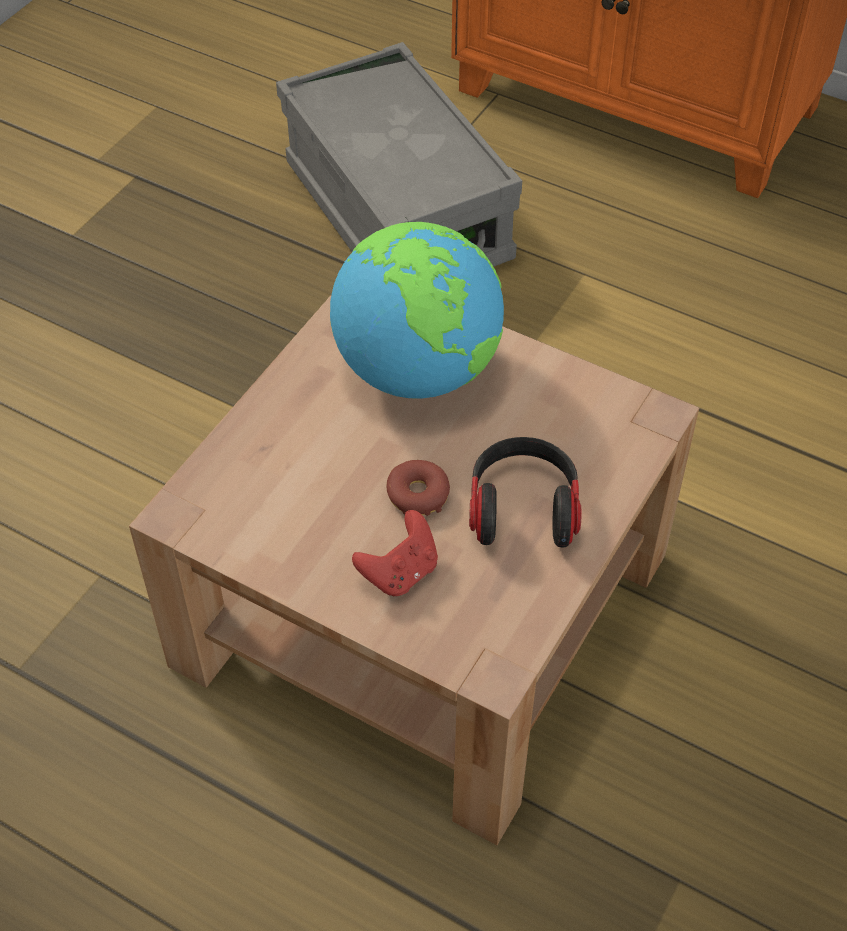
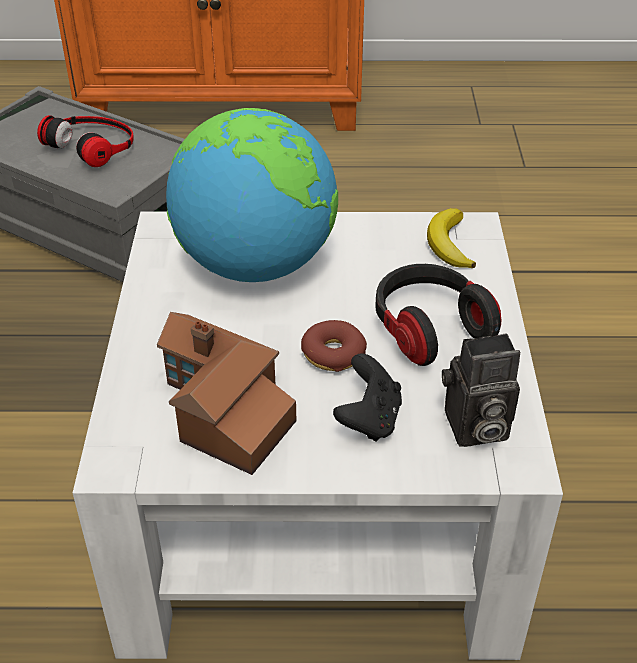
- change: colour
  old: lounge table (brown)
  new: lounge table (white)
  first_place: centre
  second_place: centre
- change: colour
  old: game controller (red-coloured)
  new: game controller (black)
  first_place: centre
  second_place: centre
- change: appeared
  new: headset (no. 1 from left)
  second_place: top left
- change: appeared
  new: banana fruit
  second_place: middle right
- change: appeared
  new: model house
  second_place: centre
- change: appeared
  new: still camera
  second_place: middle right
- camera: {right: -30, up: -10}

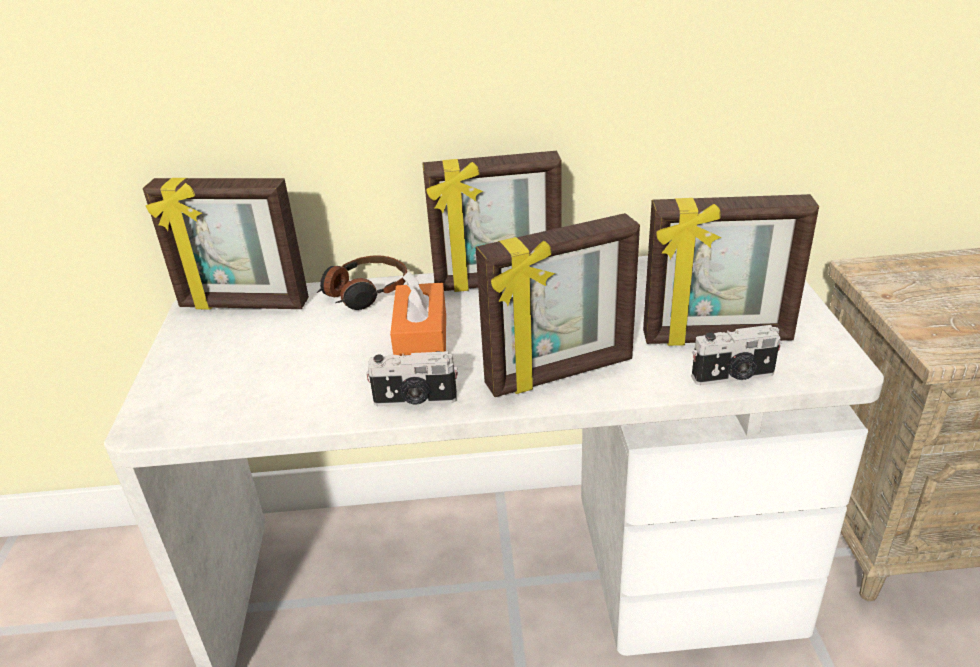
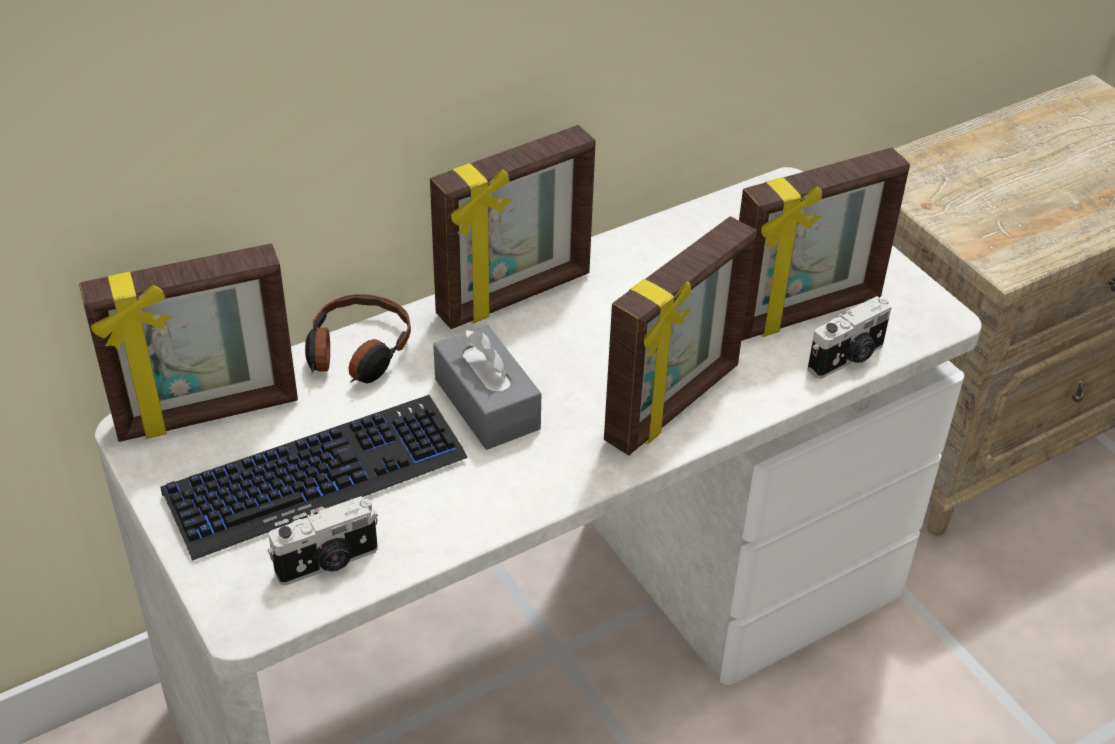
- change: colour
  old: tissue holder (orangey)
  new: tissue holder (grey)
  first_place: centre
  second_place: centre
- change: relocated
  old: still camera (no. 1 from left)
  first_place: centre
  second_place: bottom left
- change: appeared
  new: keyboard
  second_place: middle left
- camera: {right: -30, up: 10}

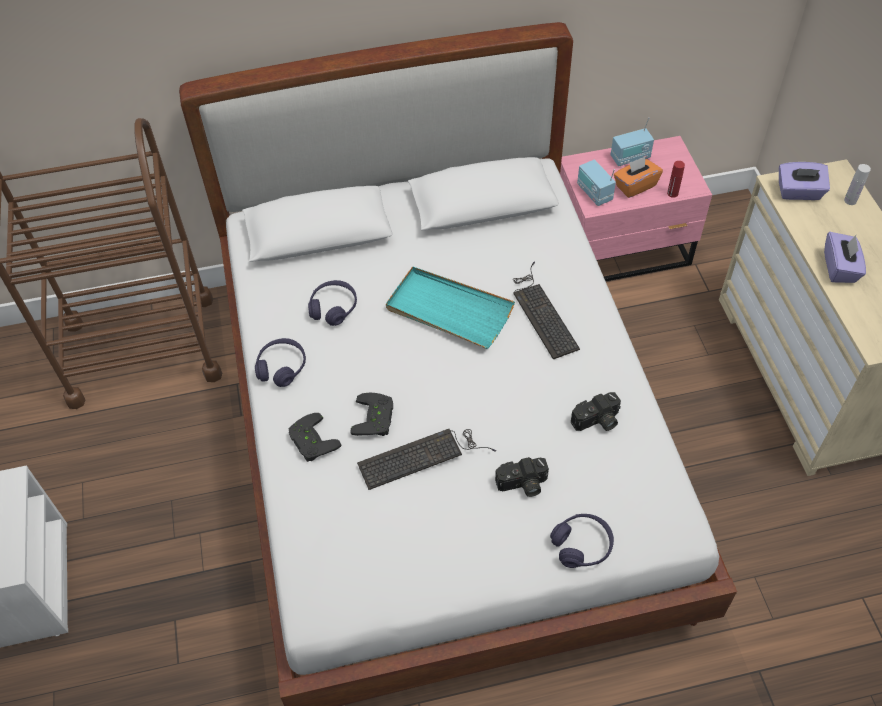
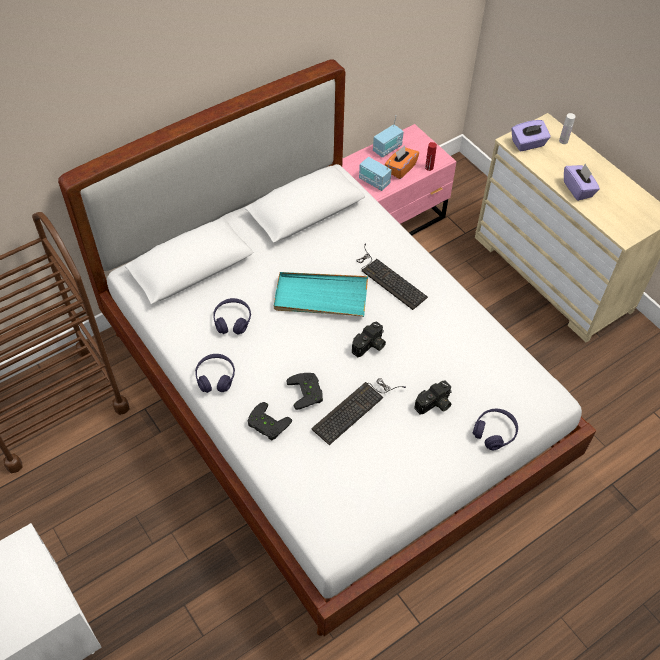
- change: relocated
  old: still camera (no. 2 from left in the first image)
  new: still camera (no. 1 from left)
  first_place: middle right
  second_place: centre
- camera: {right: -25, up: 0}

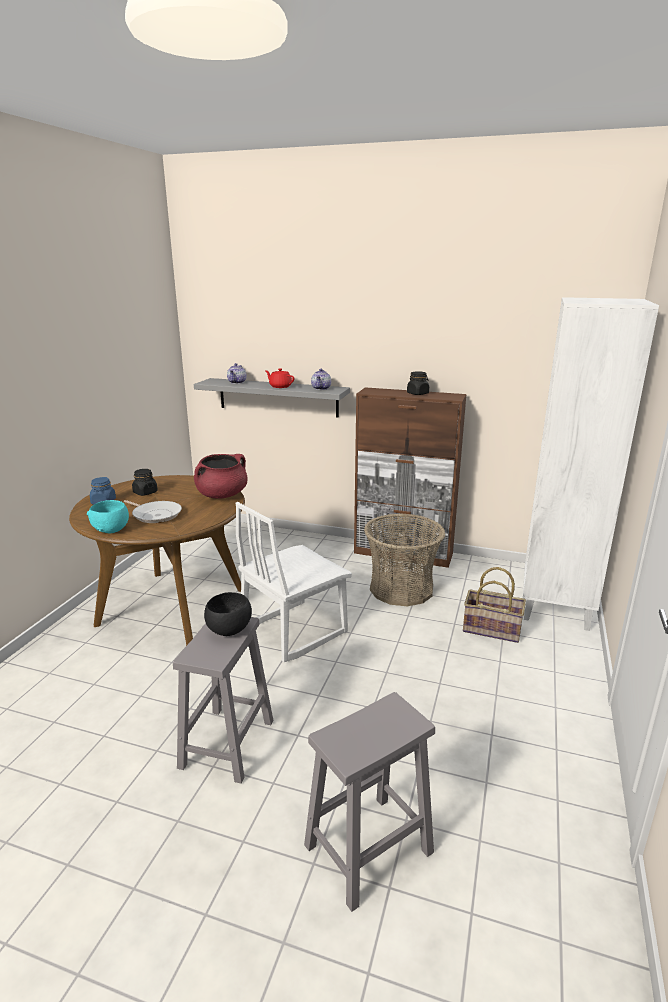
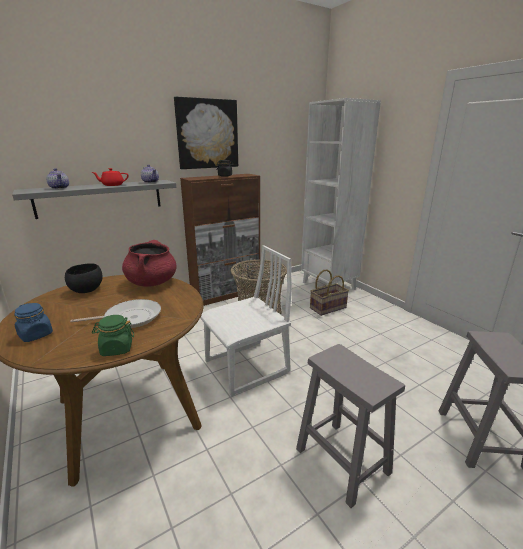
- change: missing
  old: preserve jar (black) (no. 1 from left)
  first_place: middle left
- change: exchanged
  old: serving bowl (turquoise-coloured)
  new: preserve jar (green-coloured)
  first_place: middle left
  second_place: middle left
- change: spun
  old: upright chair (white)
  first_place: centre
  second_place: centre
  degrees: -120
- change: relocated
  old: serving bowl (black)
  first_place: centre
  second_place: middle left
- change: appeared
  new: wall art
  second_place: top centre
- camera: {right: -50, up: 0}

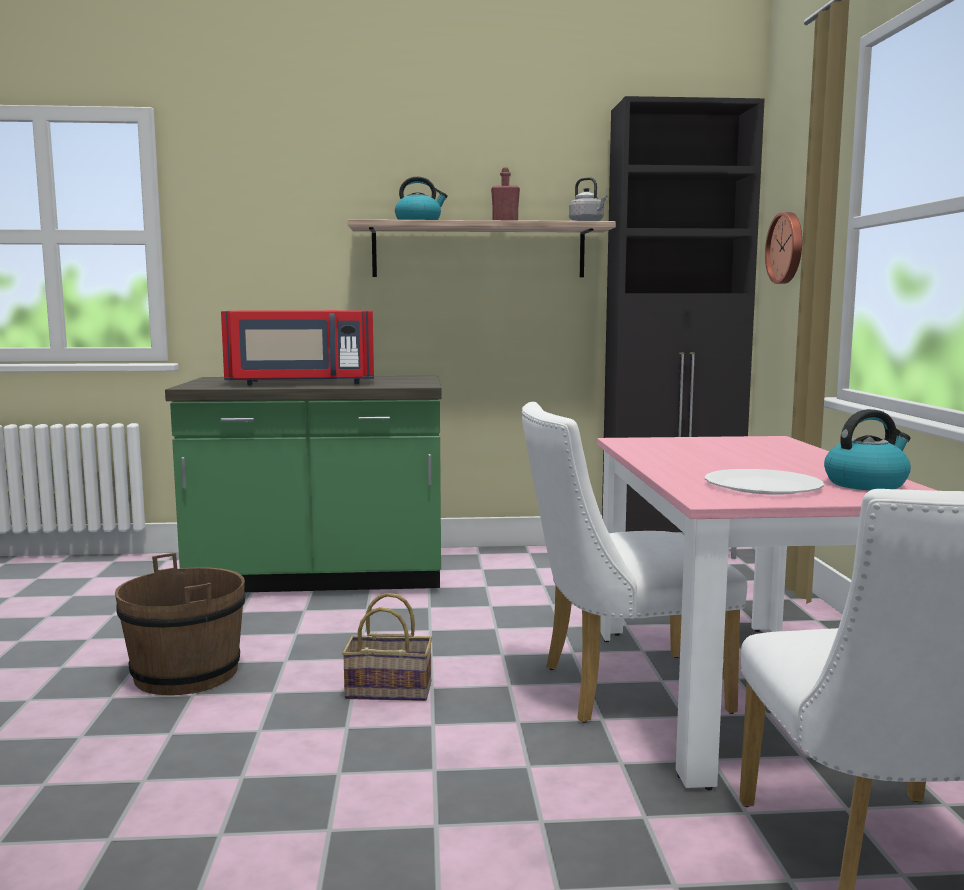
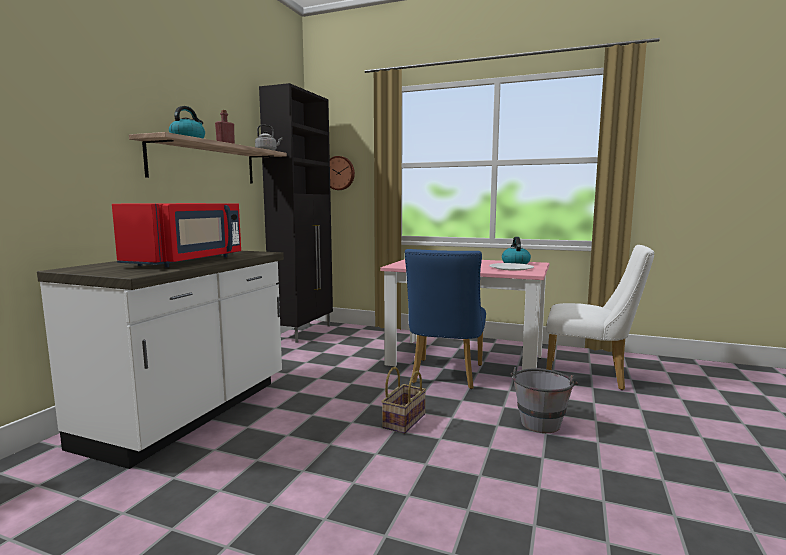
- change: colour
  old: kitchen counter (green-coloured)
  new: kitchen counter (white)
  first_place: middle left
  second_place: middle left
- change: colour
  old: upright chair (white) (no. 1 from left)
  new: upright chair (blue-coloured)
  first_place: centre
  second_place: centre
- change: missing
  old: pail (brown)
  first_place: bottom left
- change: appeared
  new: pail (grey)
  second_place: bottom right
- camera: {right: -65, up: 0}

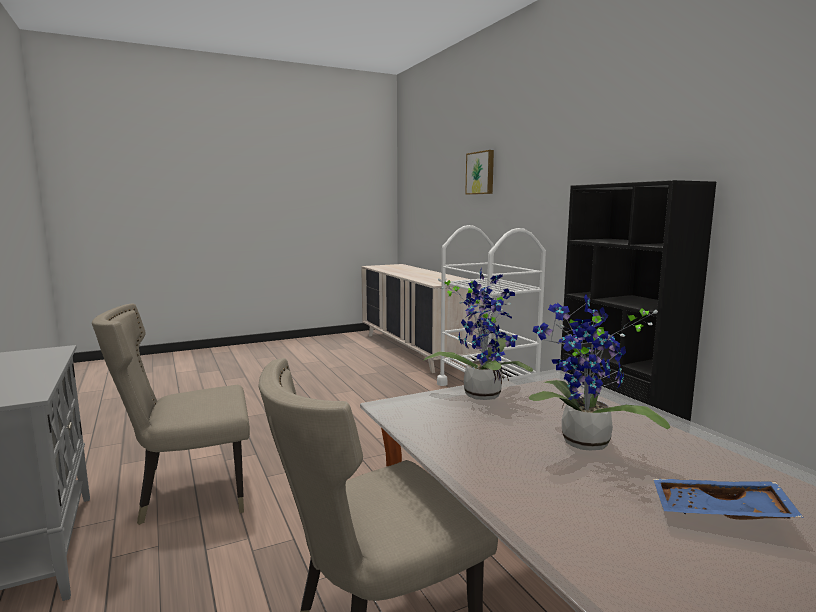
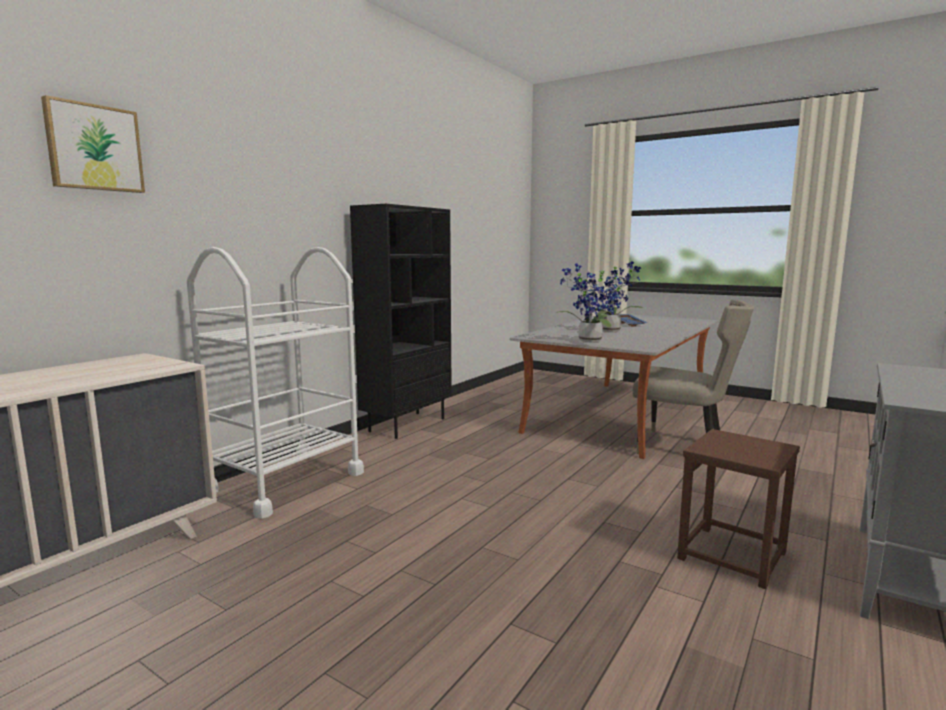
- change: exchanged
  old: upright chair (beige-coloured) (no. 1 from left)
  new: stool (brown)
  first_place: bottom left
  second_place: bottom right
- camera: {right: -120, up: 0}

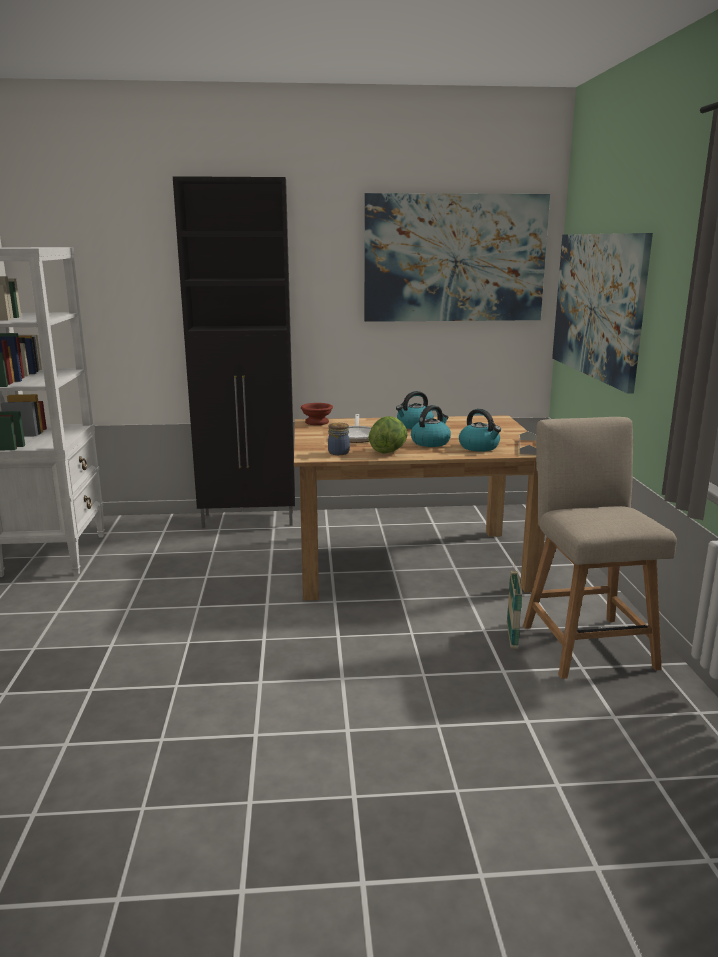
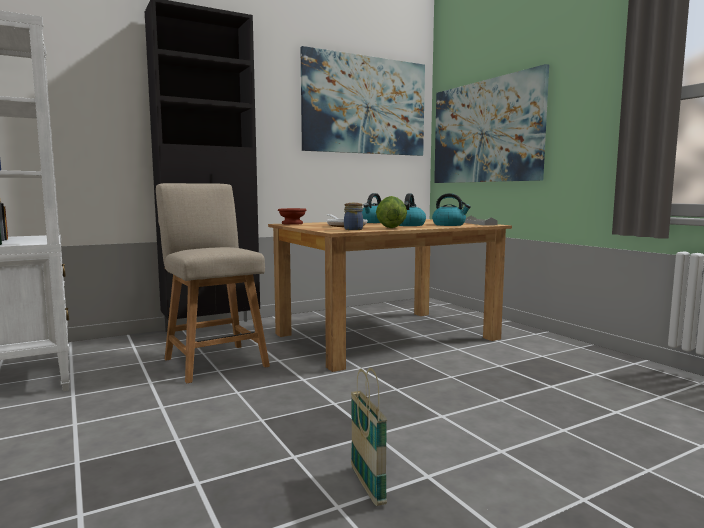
- change: relocated
  old: upright chair (beige-coloured)
  first_place: middle right
  second_place: middle left
- change: relocated
  old: basket
  first_place: middle right
  second_place: bottom centre
- camera: {right: -25, up: -10}

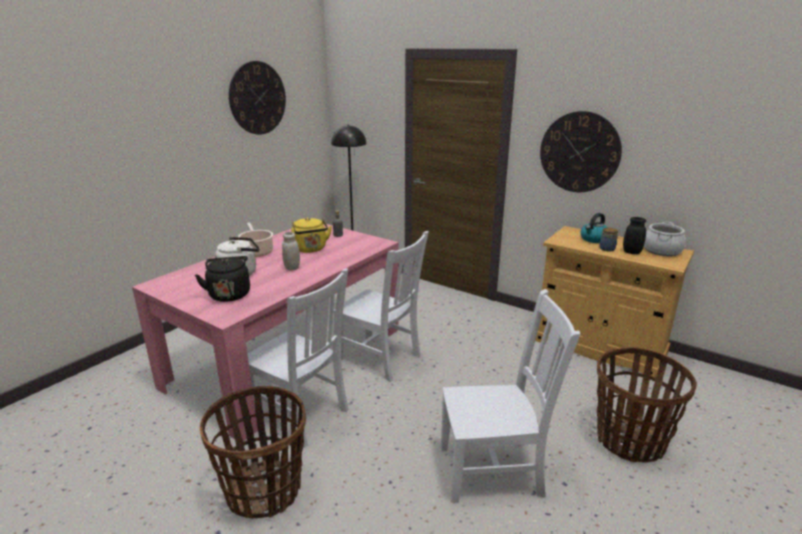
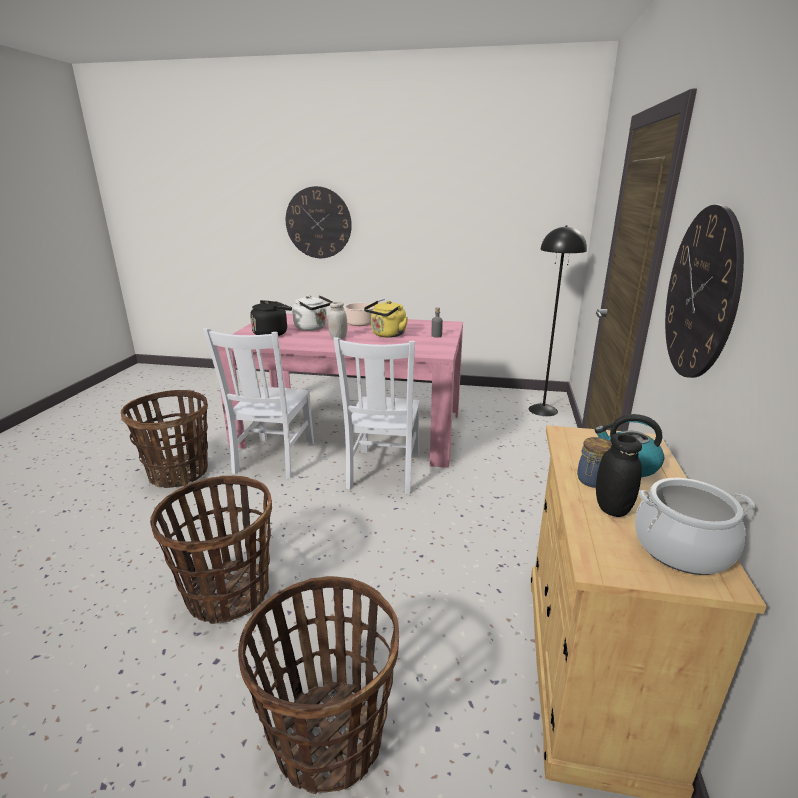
- change: relocated
  old: hanging clock (no. 1 from left)
  first_place: top left
  second_place: top centre
- change: exchanged
  old: upright chair (white) (no. 3 from left)
  new: basket (no. 2 from left)
  first_place: bottom centre
  second_place: bottom left
- camera: {right: 65, up: 0}

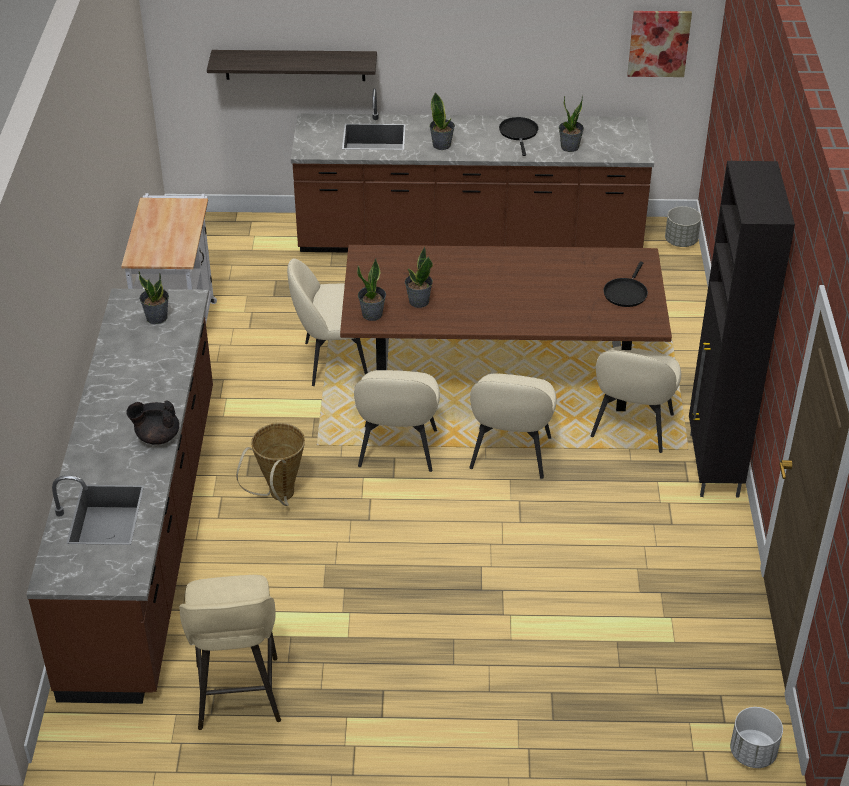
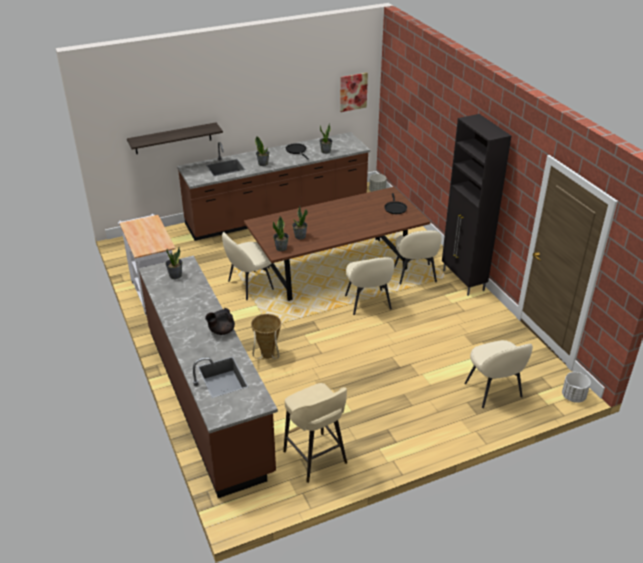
- change: relocated
  old: upright chair (beige-coloured) (no. 2 from left in the first image)
  new: upright chair (beige-coloured) (no. 4 from left)
  first_place: centre
  second_place: middle right
- camera: {right: -25, up: -5}

